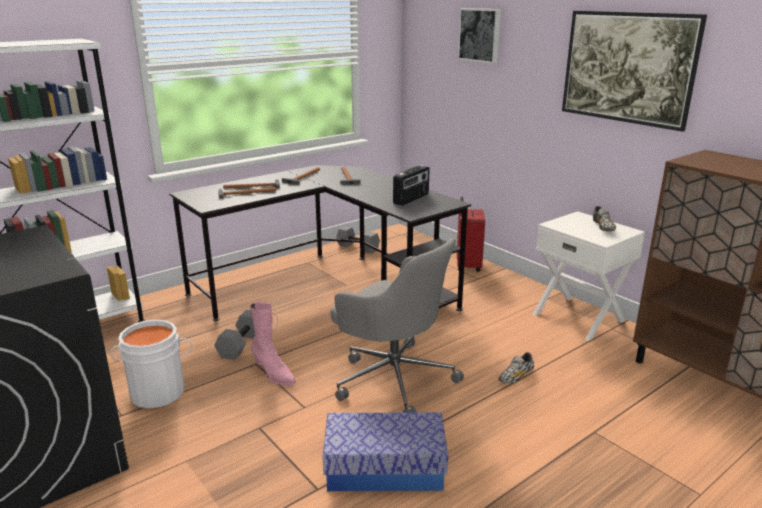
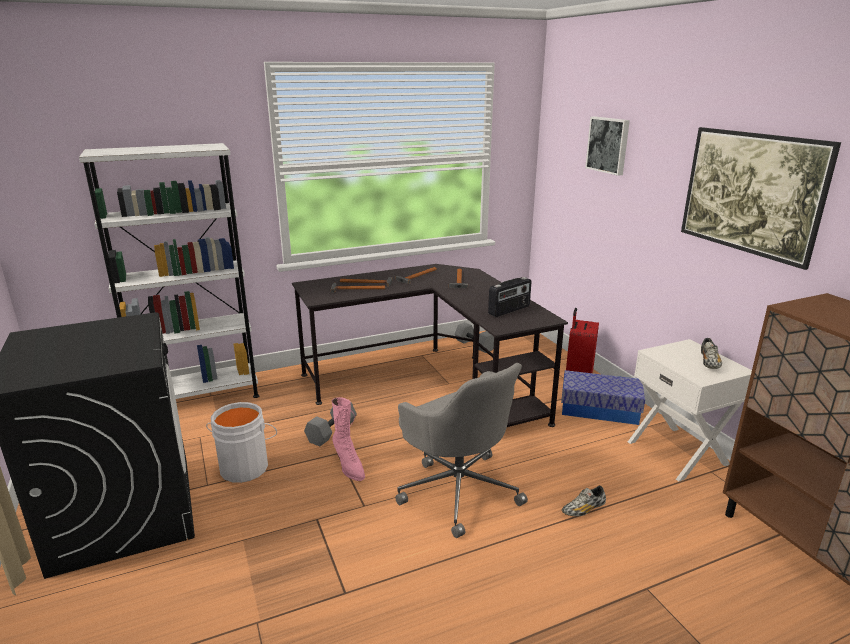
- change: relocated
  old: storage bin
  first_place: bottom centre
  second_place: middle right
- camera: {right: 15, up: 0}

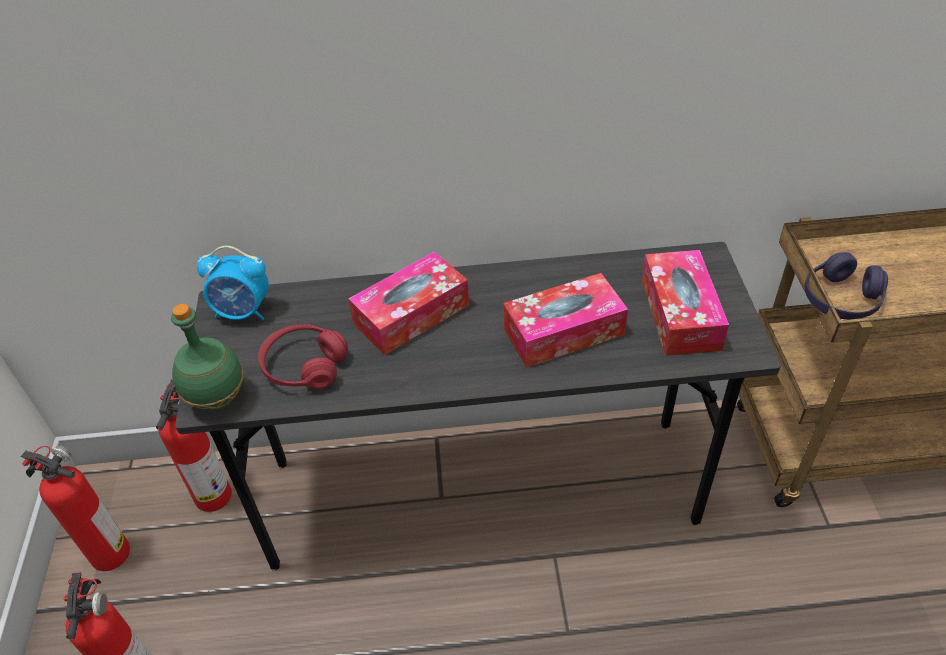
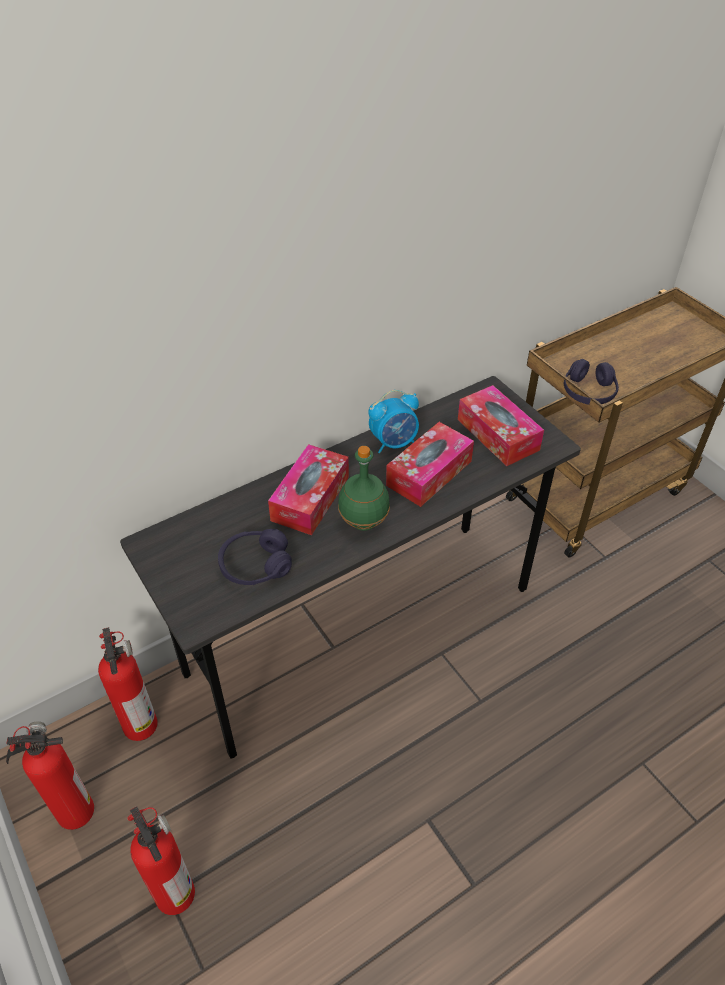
- change: relocated
  old: table clock
  first_place: middle left
  second_place: centre
- change: relocated
  old: drink bottle (green-coloured)
  first_place: middle left
  second_place: centre
- change: colour
  old: headset (red-coloured)
  new: headset (purplish) (no. 1 from left)
  first_place: middle left
  second_place: centre
- camera: {right: -30, up: 0}

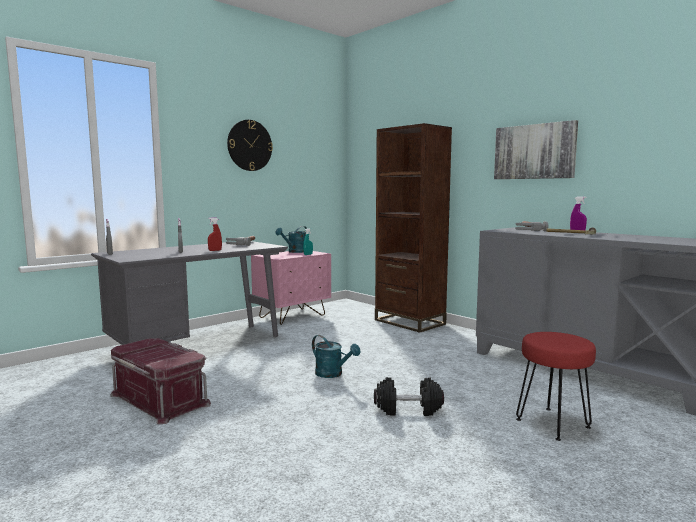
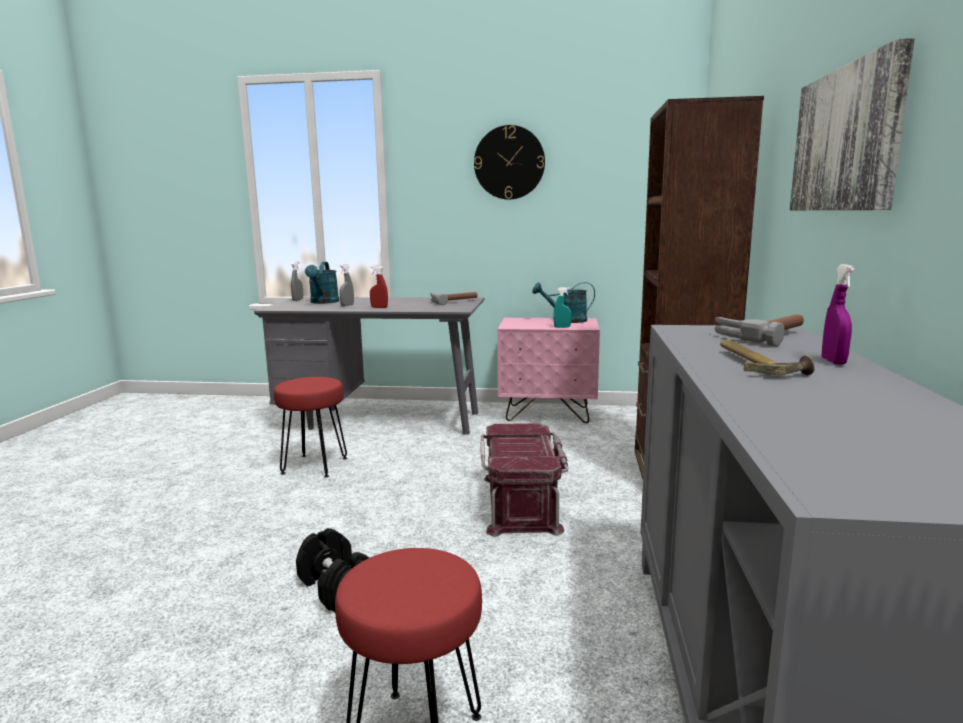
- change: relocated
  old: sprinkling can (turquoise-coloured) (no. 2 from left in the first image)
  new: sprinkling can (turquoise-coloured) (no. 1 from left)
  first_place: bottom centre
  second_place: centre
- change: relocated
  old: storage bin (red-coloured)
  first_place: bottom left
  second_place: centre
- change: appeared
  new: stool (red-coloured) (no. 1 from left)
  second_place: middle left
- camera: {right: 50, up: 5}

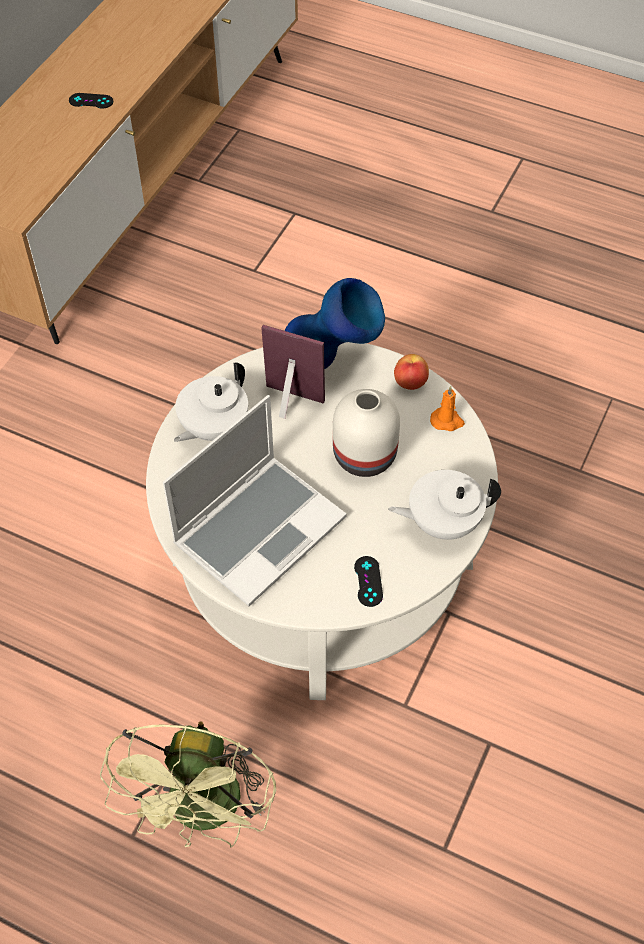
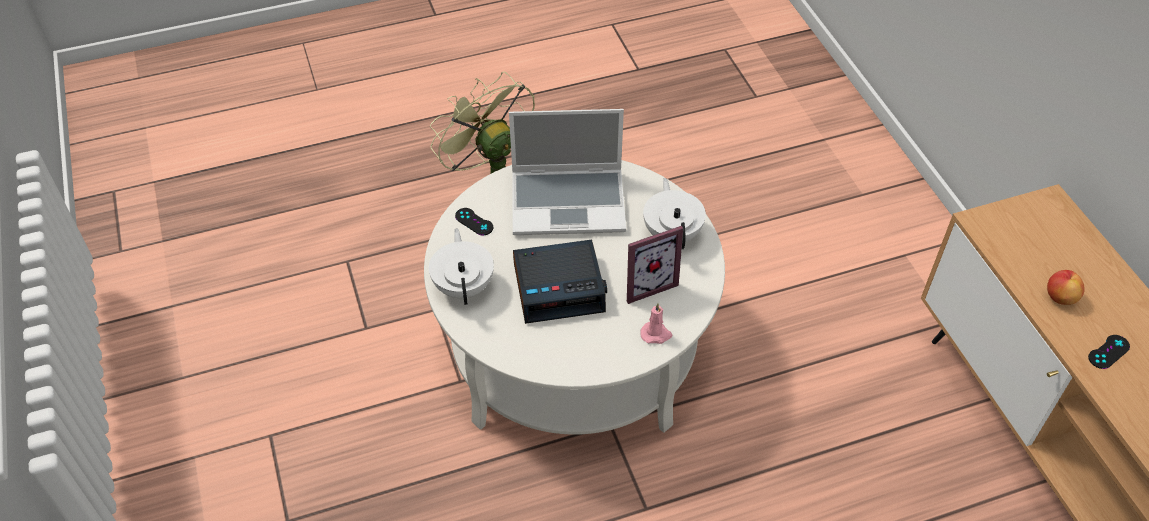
- change: exchanged
  old: flower vase (blue-coloured)
  new: candle (pink)
  first_place: centre
  second_place: centre
- change: relocated
  old: apple
  first_place: centre
  second_place: middle right
- change: missing
  old: candle (orangey)
  first_place: middle right
- change: exchanged
  old: flower vase (white)
  new: table clock
  first_place: centre
  second_place: centre
- change: spun
  old: notebook computer
  first_place: centre
  second_place: top centre
  degrees: -90
- change: spun
  old: tea pot (white) (no. 2 from left in the first image)
  first_place: middle right
  second_place: centre
  degrees: -45
- camera: {right: 135, up: -5}

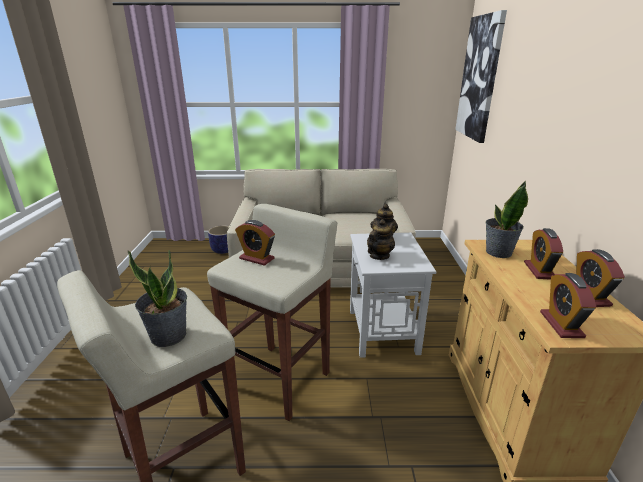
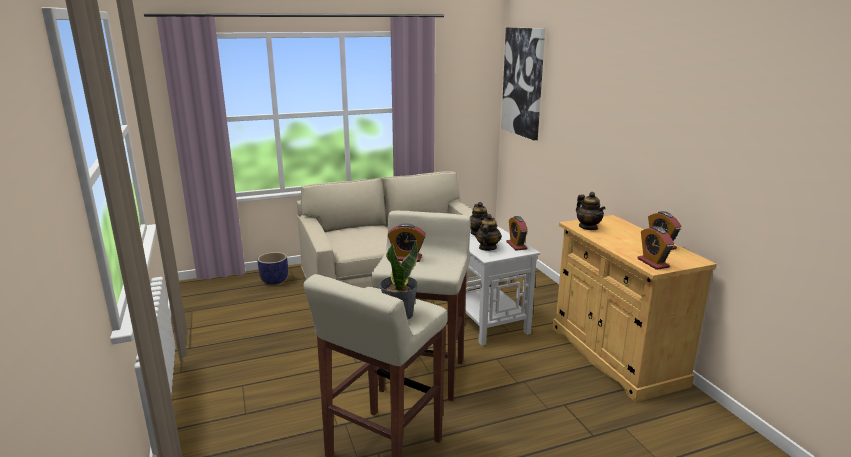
- change: exchanged
  old: potted plant (no. 2 from left)
  new: tea pot (no. 3 from left)
  first_place: middle right
  second_place: middle right
- change: relocated
  old: table clock (no. 2 from left)
  first_place: middle right
  second_place: centre
- camera: {right: -20, up: -5}

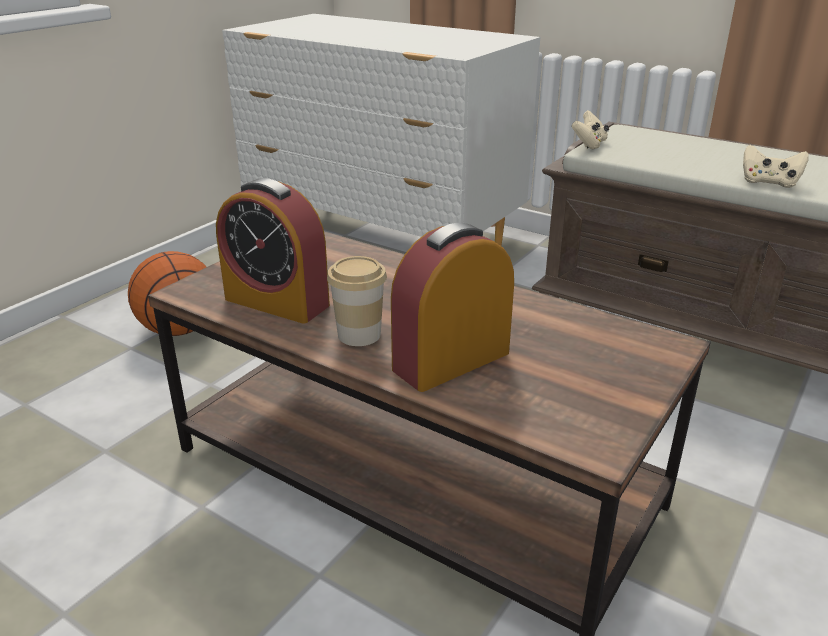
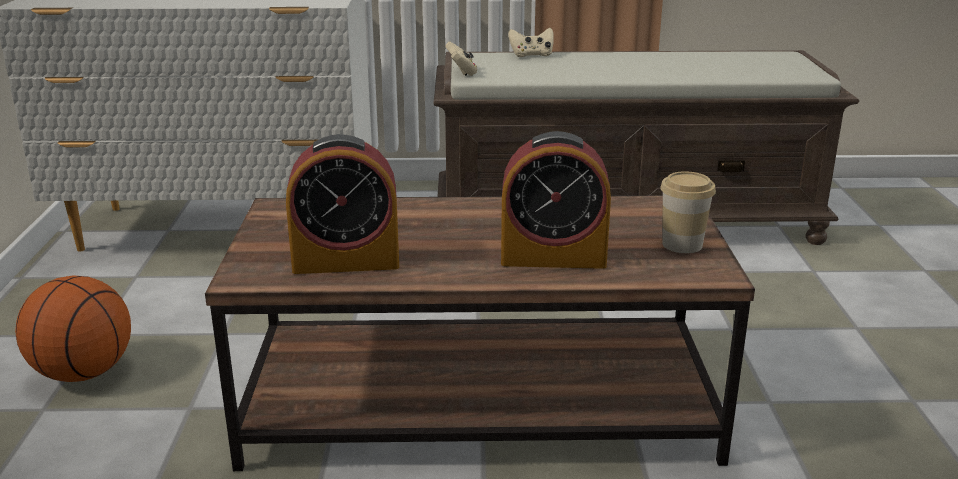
- change: relocated
  old: game controller (beige-coloured) (no. 2 from left)
  first_place: top right
  second_place: top centre
- change: spun
  old: table clock (no. 2 from left)
  first_place: centre
  second_place: centre
  degrees: -105
- change: relocated
  old: cup
  first_place: centre
  second_place: middle right
- camera: {right: -35, up: -5}

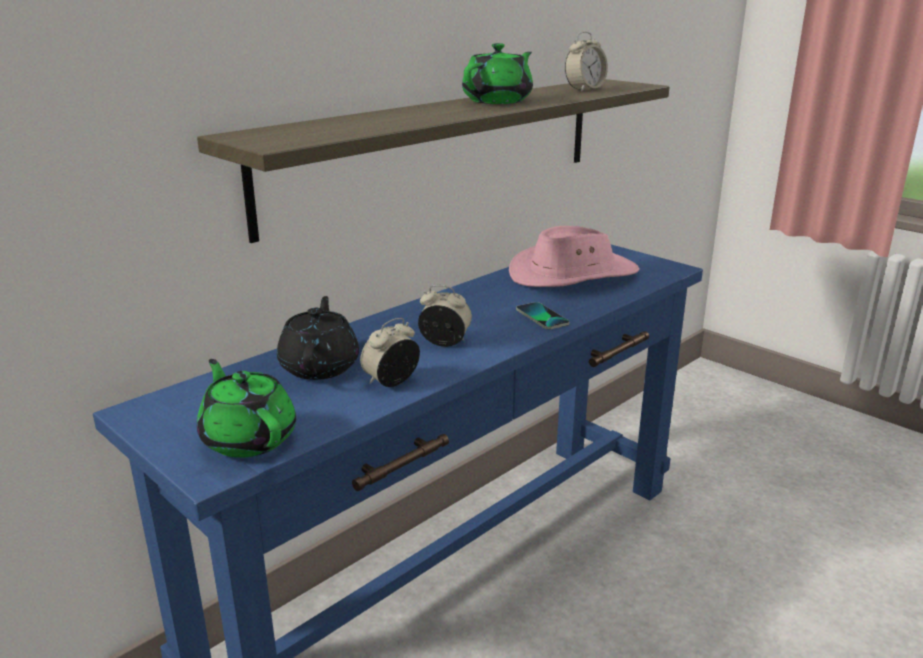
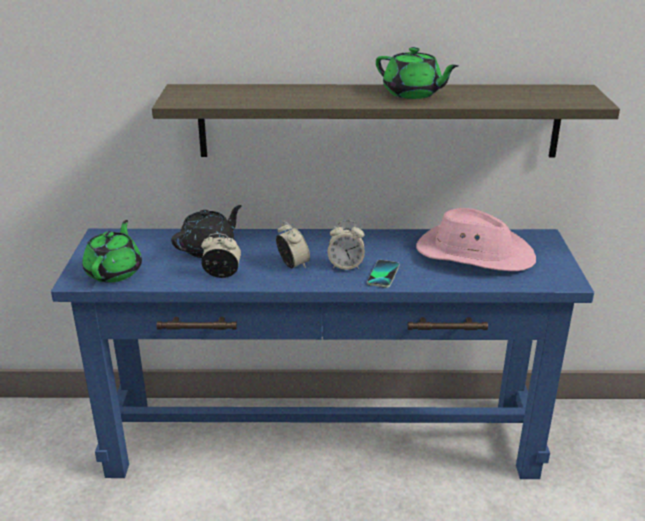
- change: relocated
  old: table clock (no. 3 from left)
  first_place: top centre
  second_place: centre
- change: spun
  old: tea pot (green-coloured) (no. 2 from left)
  first_place: top centre
  second_place: top centre
  degrees: 45
- camera: {right: 45, up: 5}

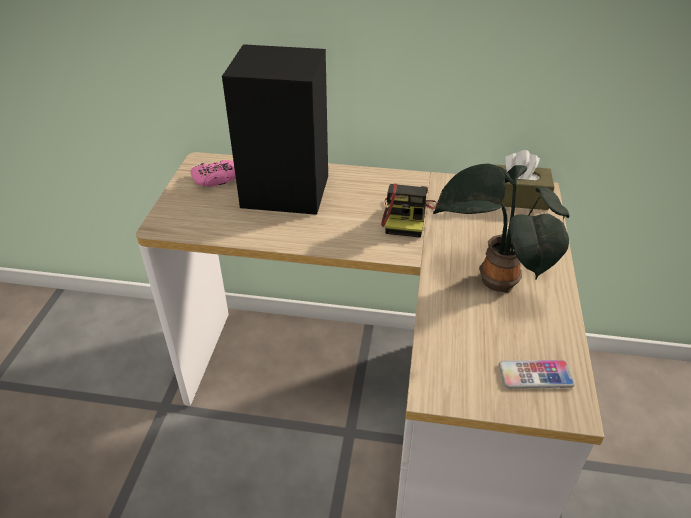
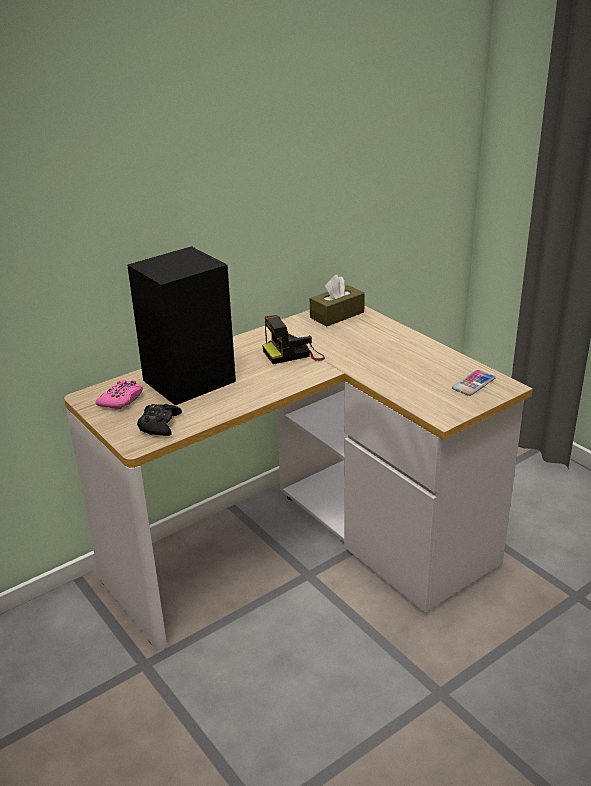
- change: missing
  old: potted plant
  first_place: middle right
- change: spun
  old: still camera
  first_place: centre
  second_place: centre
  degrees: 105
- change: appeared
  new: game controller (black)
  second_place: middle left
- camera: {right: -45, up: -10}

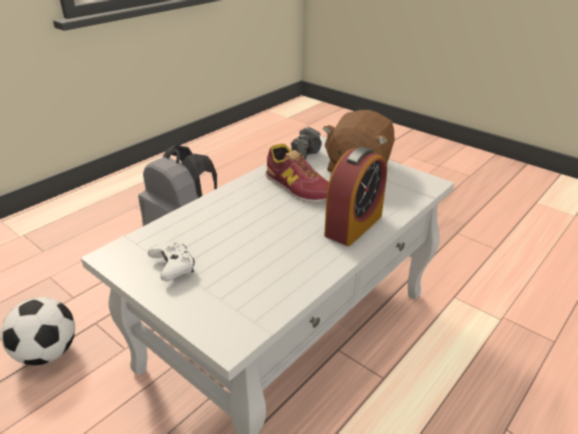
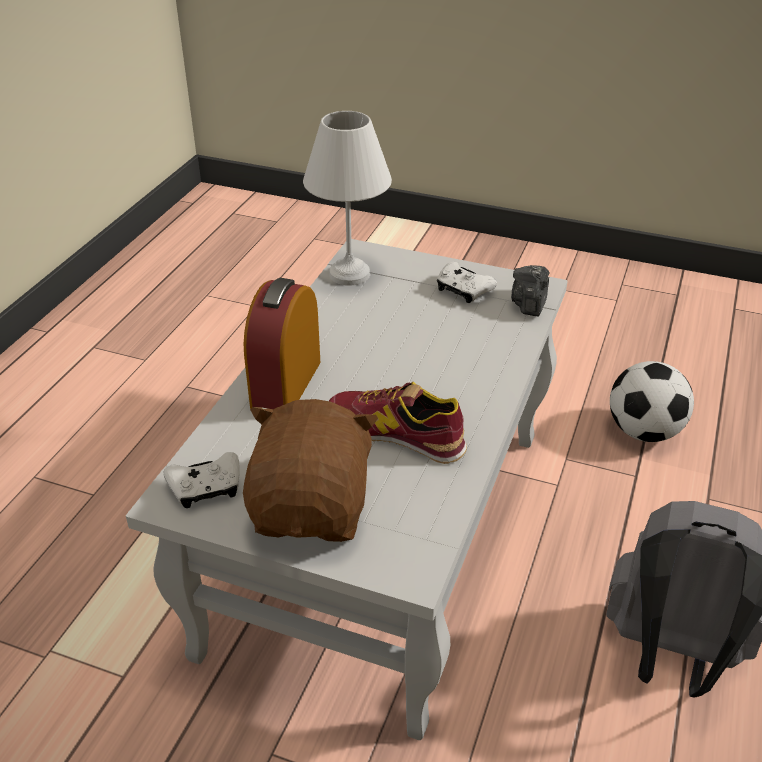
- change: relocated
  old: still camera
  first_place: top centre
  second_place: middle right
- change: appeared
  new: table lamp (white)
  second_place: top centre
- change: appeared
  new: game controller (white) (no. 1 from left)
  second_place: middle left
- camera: {right: 160, up: 5}

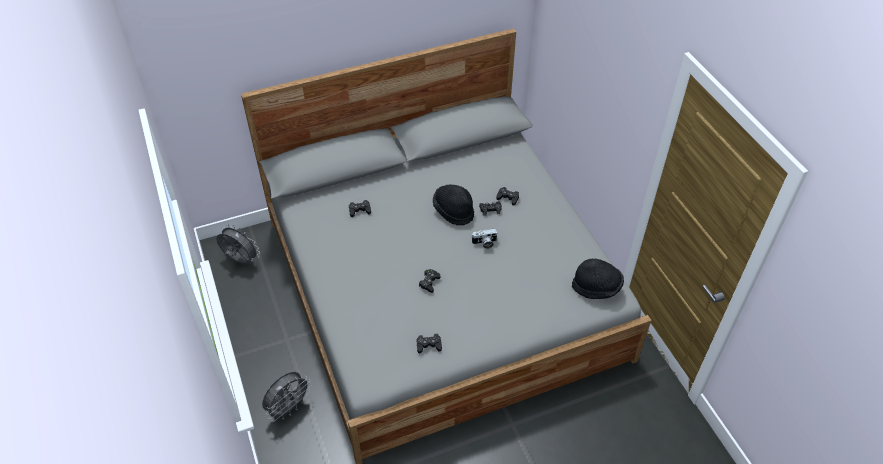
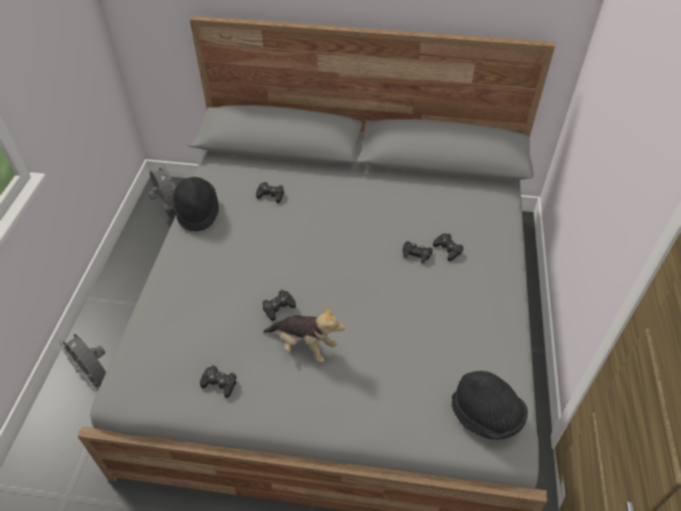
- change: relocated
  old: wearable hat (black) (no. 1 from left)
  first_place: centre
  second_place: middle left
- change: missing
  old: still camera
  first_place: centre
- change: spun
  old: fan (grey) (no. 2 from left in the first image)
  first_place: bottom left
  second_place: bottom left
  degrees: 60
- change: appeared
  new: soft toy
  second_place: centre
- camera: {right: 30, up: 0}

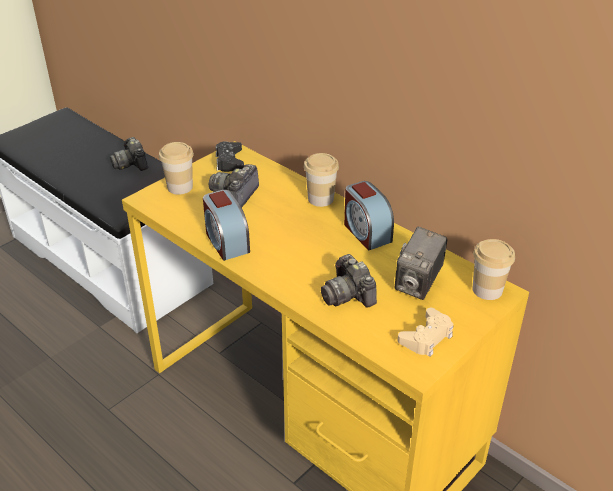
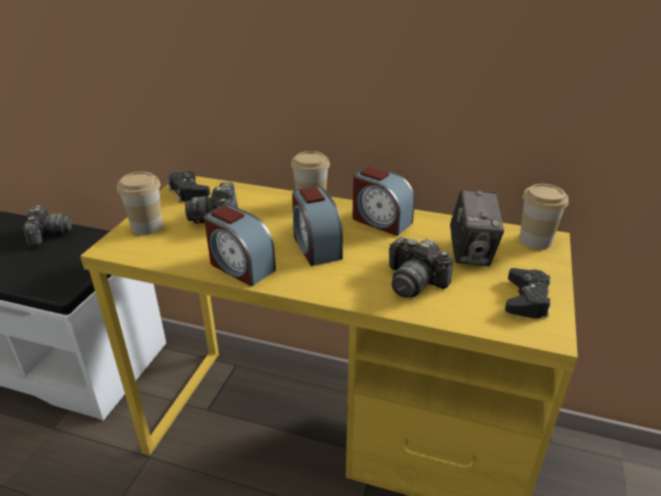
- change: spun
  old: still camera (no. 1 from left)
  first_place: top left
  second_place: middle left
  degrees: -135
- change: colour
  old: game controller (beige-coloured)
  new: game controller (black) (no. 2 from left)
  first_place: bottom right
  second_place: middle right
- change: appeared
  new: table clock (no. 2 from left)
  second_place: centre
- camera: {right: -25, up: -5}

